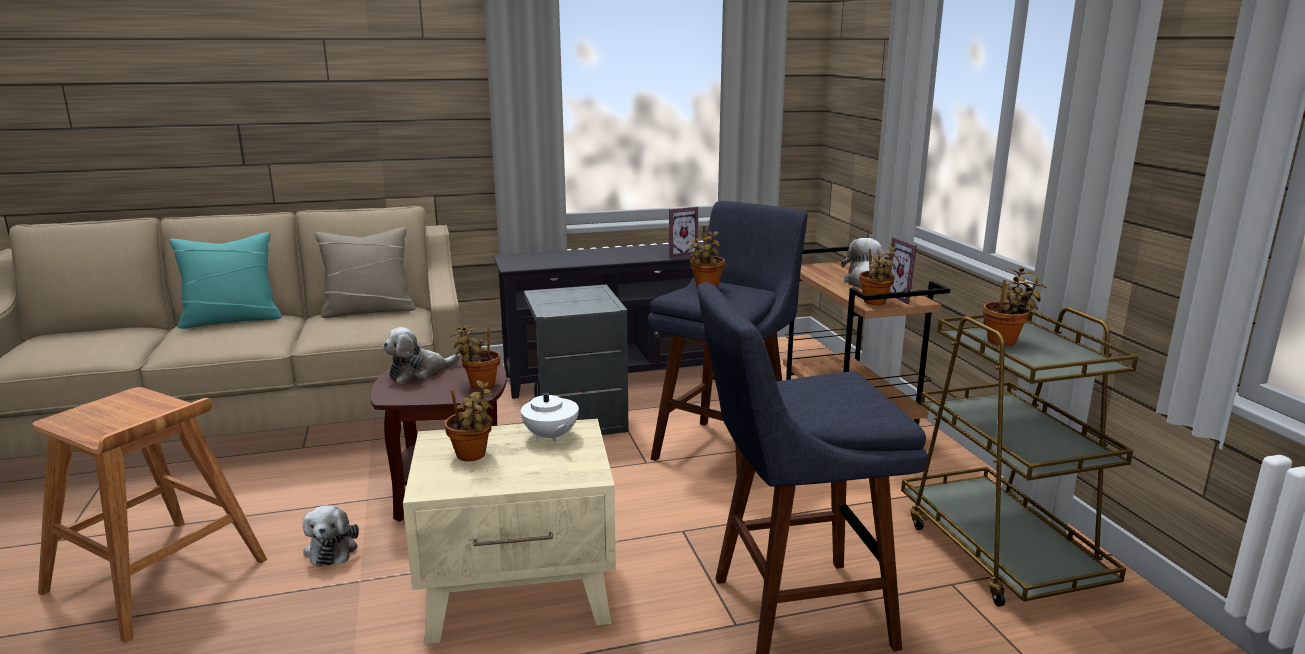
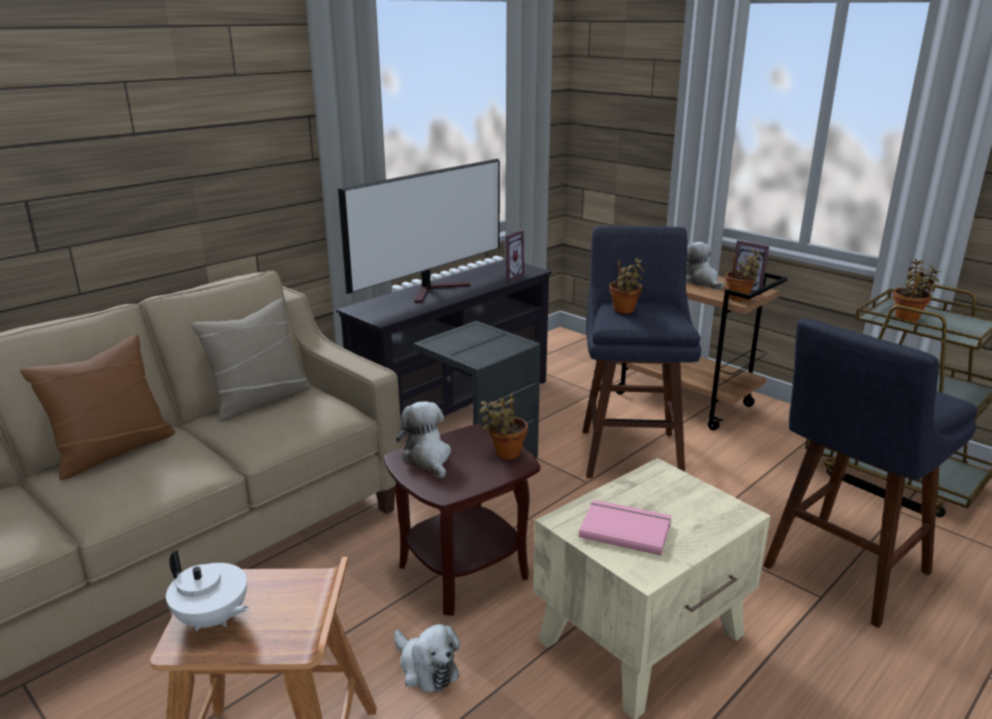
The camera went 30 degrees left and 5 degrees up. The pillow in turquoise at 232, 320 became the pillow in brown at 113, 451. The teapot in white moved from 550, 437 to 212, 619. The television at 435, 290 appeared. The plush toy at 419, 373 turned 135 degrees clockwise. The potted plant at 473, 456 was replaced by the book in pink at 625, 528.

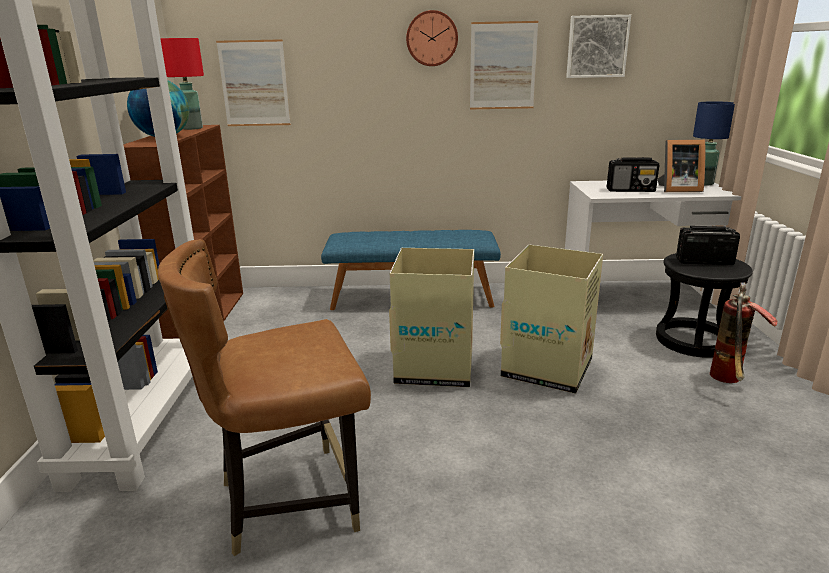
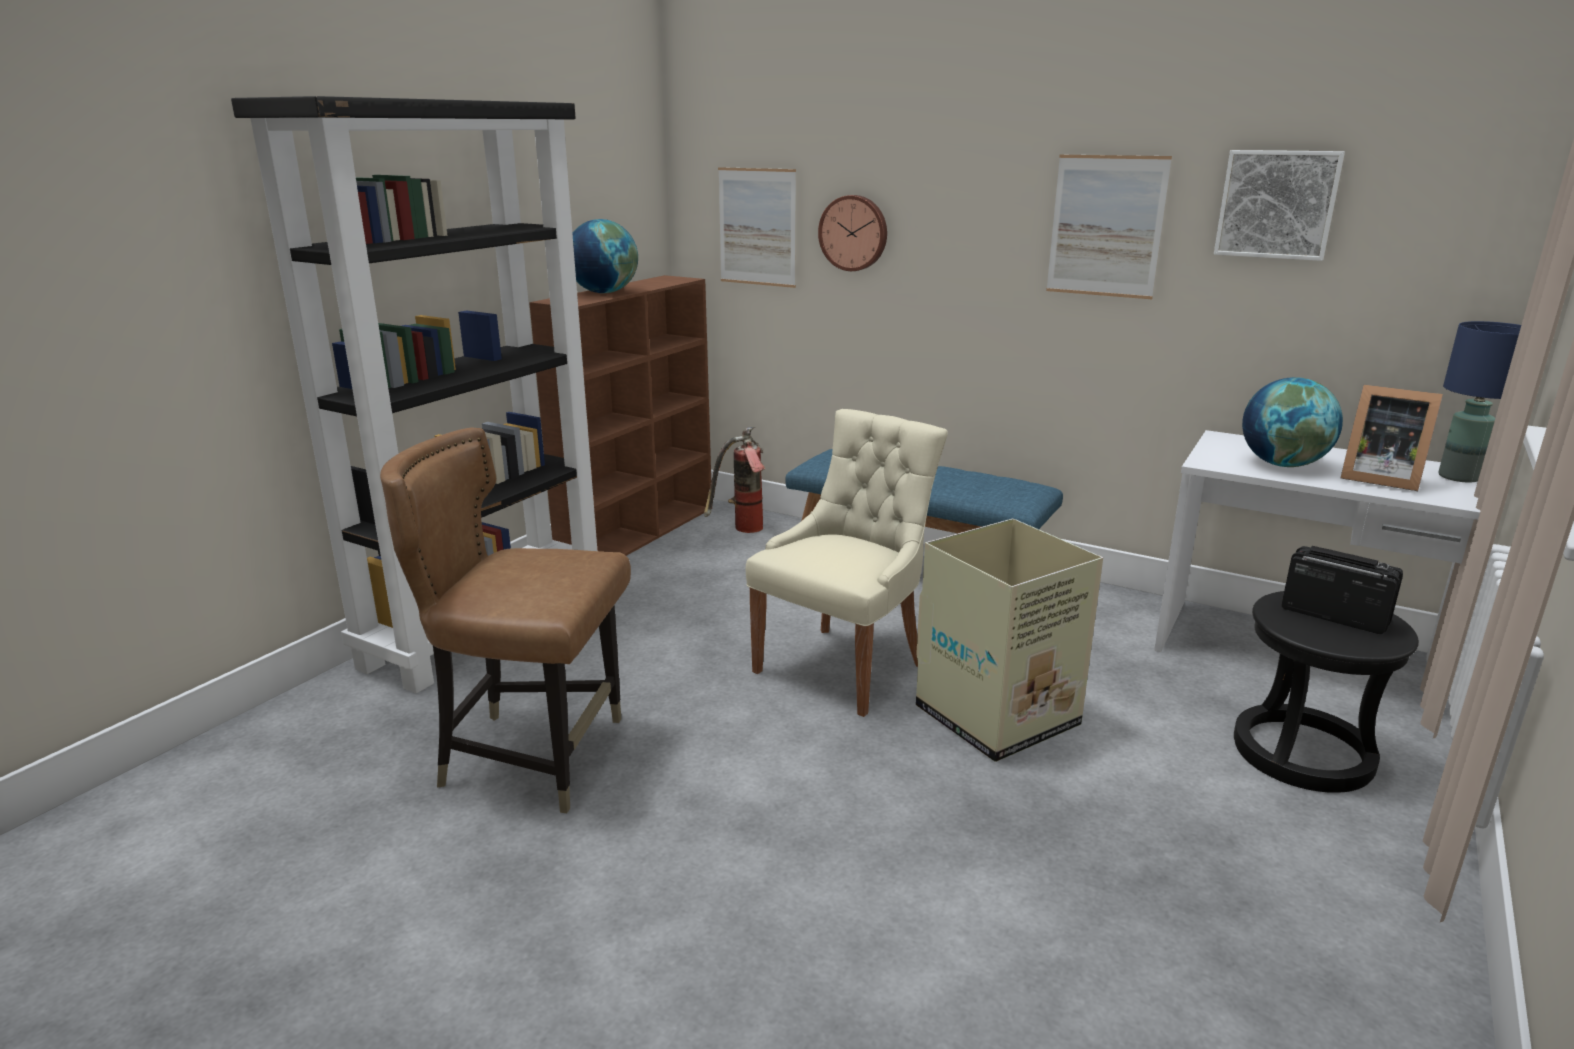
The camera went 30 degrees right and 0 degrees up. The fire extinguisher moved from 729, 382 to 742, 531. The cardboard box at 435, 367 was replaced by the chair in beige at 844, 666. The wall clock moved from 431, 38 to 854, 233. The radio at 631, 190 was replaced by the globe at 1283, 464. The table lamp in red at 193, 128 disappeared.

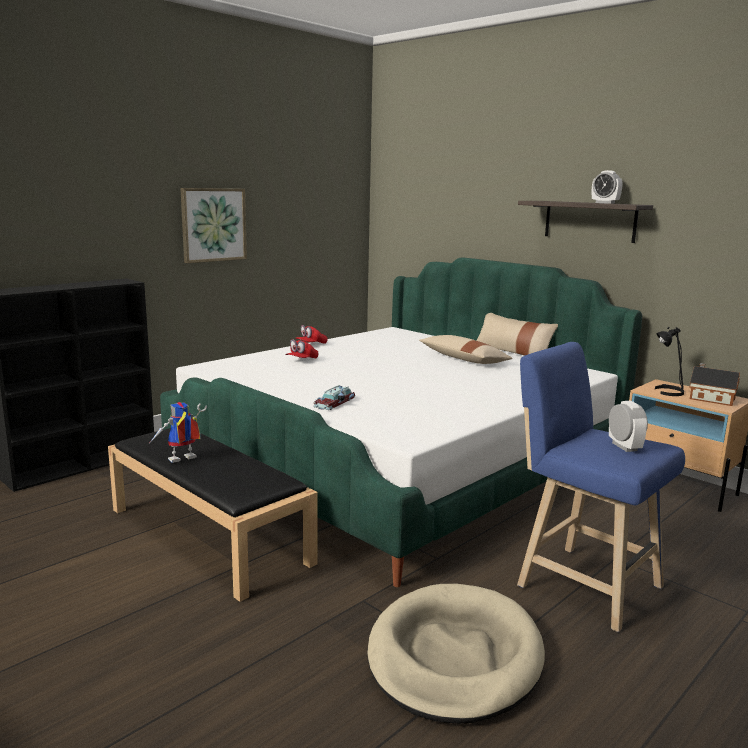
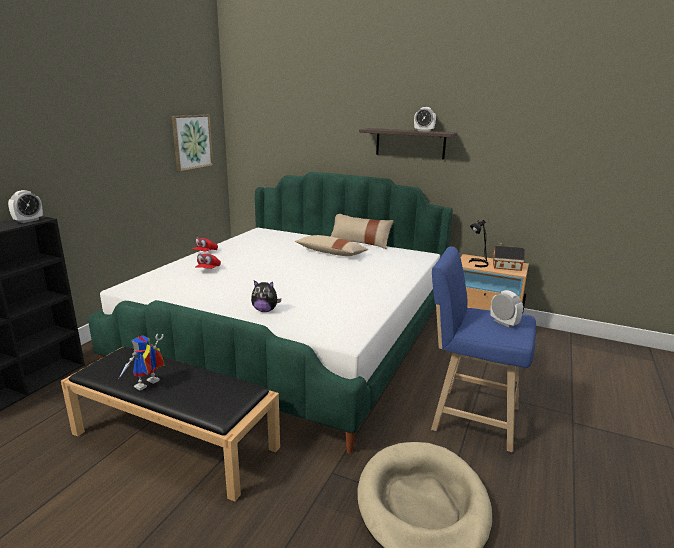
The camera went 20 degrees left and 5 degrees up. The alarm clock at 28, 221 appeared. The picture moved from 213, 225 to 191, 142. The toy car at 336, 403 was replaced by the plush toy at 265, 310.

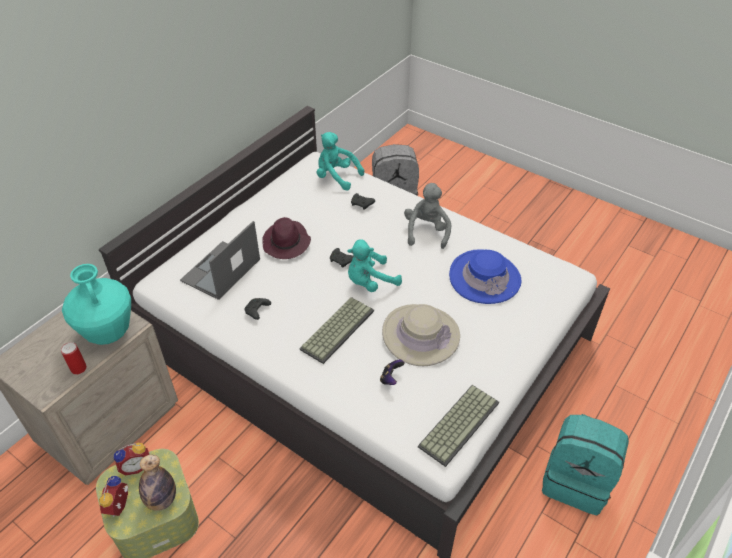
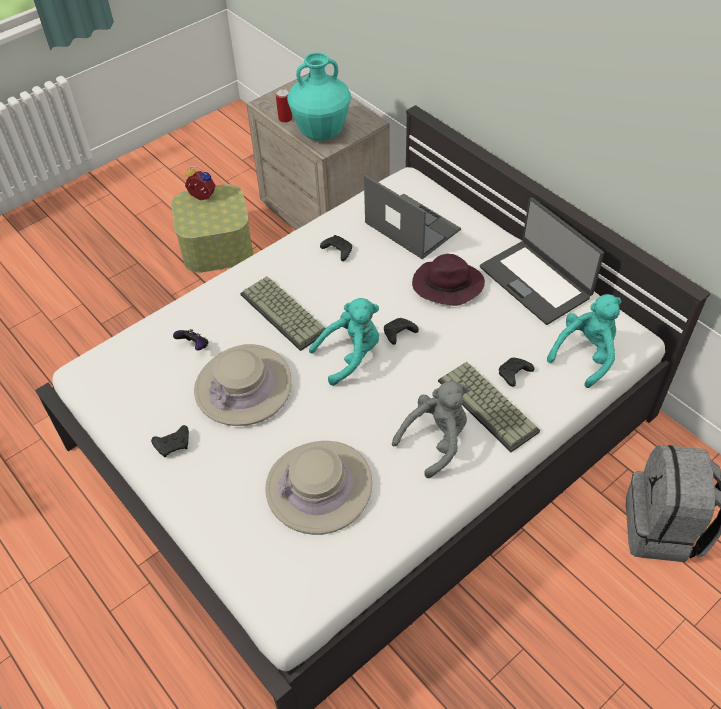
The camera went 105 degrees right and 5 degrees up. The game controller in black at 173, 444 appeared. The hat in blue at 484, 278 became the hat in beige at 319, 487. The plush toy in turquoise at 370, 282 turned 75 degrees clockwise. The plush toy in grey at 426, 231 turned 60 degrees counterclockwise. The keyboard moved from 458, 423 to 489, 406. The laptop at 536, 281 appeared. The alarm clock at 136, 466 disappeared. The bottle at 161, 500 disappeared. The backpack in turquoise at 576, 481 disappeared.

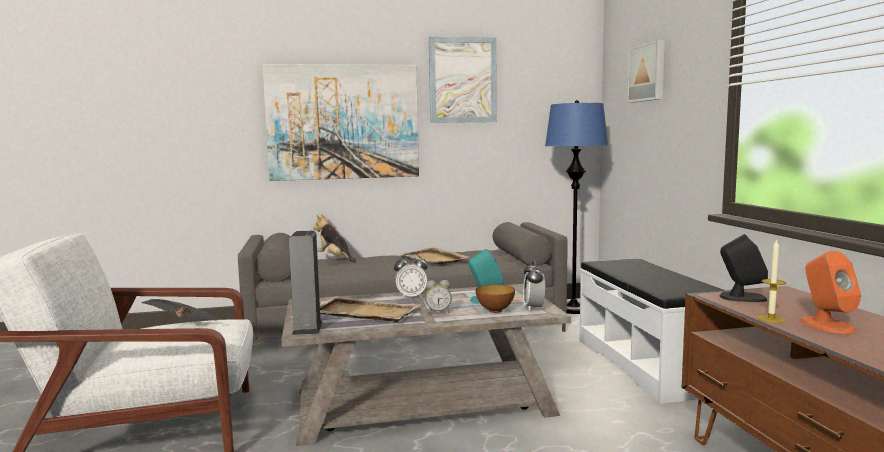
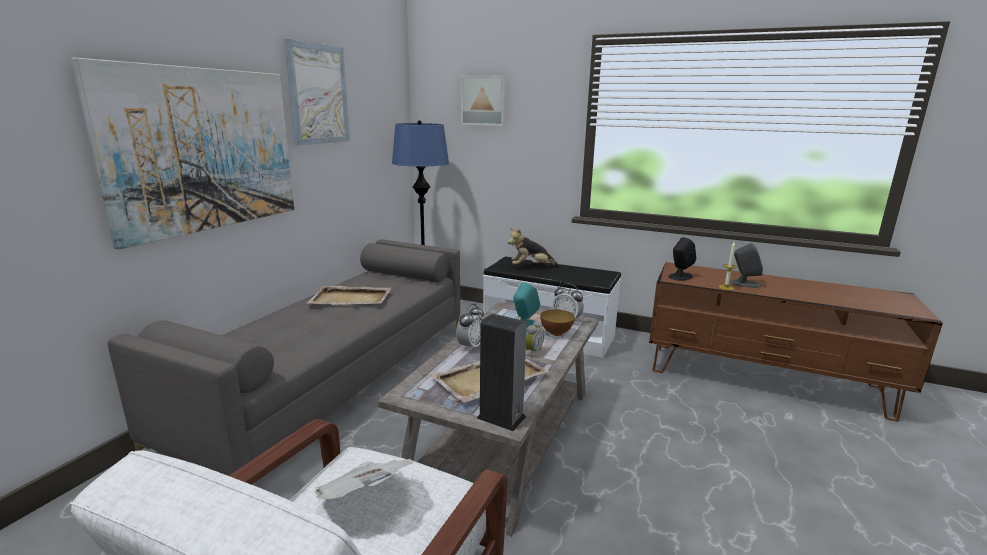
The camera went 55 degrees left and 10 degrees up. The plush toy moved from 335, 259 to 531, 267. The speaker in orange at 826, 325 became the speaker in grey at 745, 284.

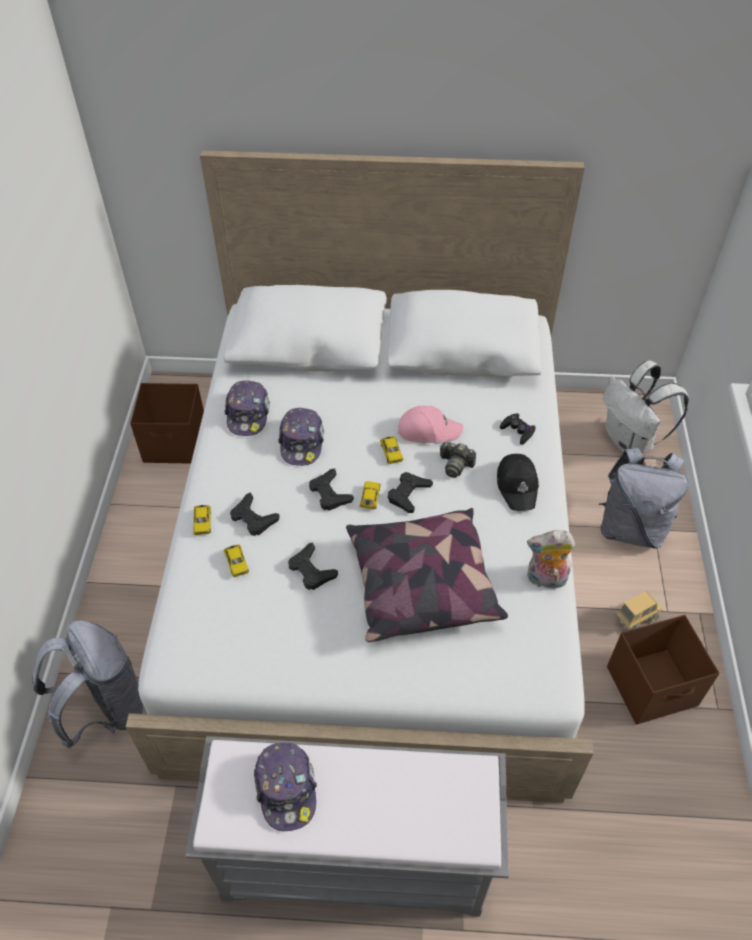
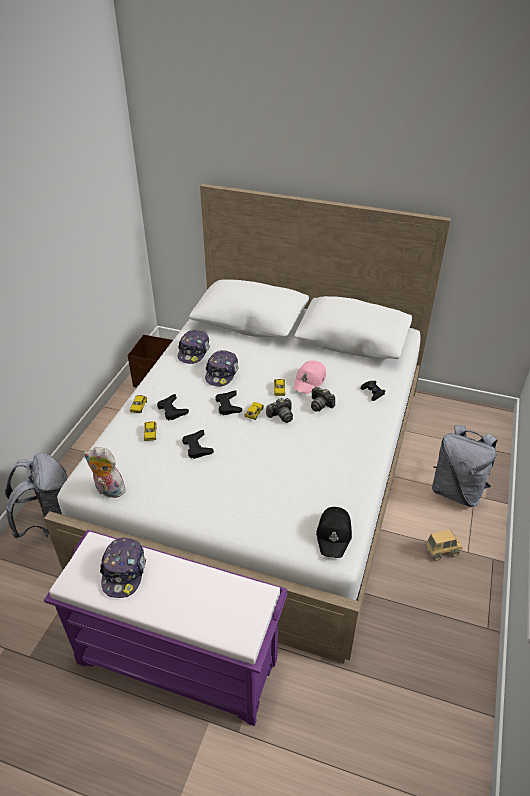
The camera went 15 degrees right and 10 degrees down. The bench in grey at 356, 857 became the bench in purple at 179, 660. The plush toy moved from 545, 580 to 108, 491. The game controller in black at 408, 494 was replaced by the photo camera at 281, 416. The cap in pink at 428, 430 turned 105 degrees clockwise. The cap in black moved from 517, 485 to 334, 535. The pillow at 421, 584 disappeared. The backpack in white at 630, 441 disappeared. The storage box in brown at 653, 687 disappeared.

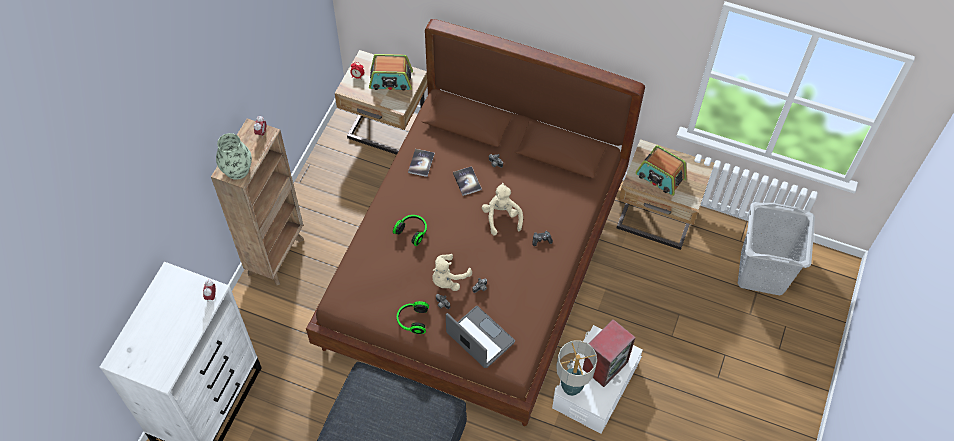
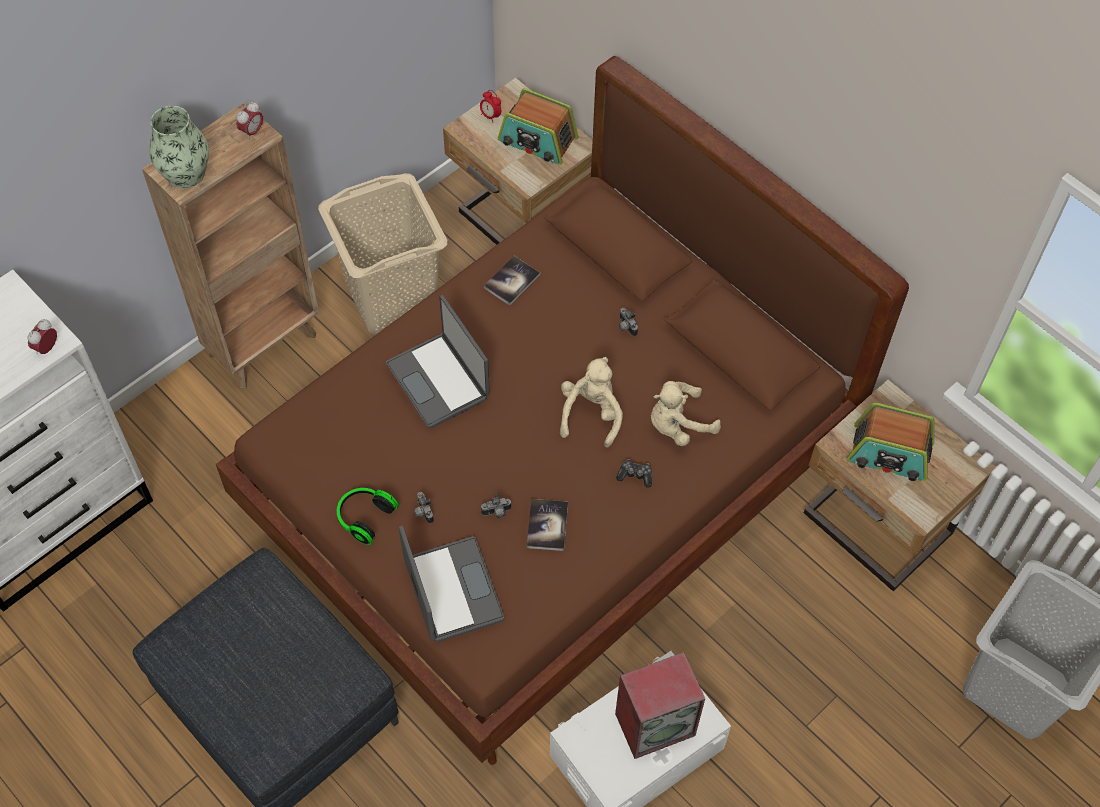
The camera went 25 degrees right and 0 degrees up. The laundry basket in beige at 392, 297 appeared. The headphones at 412, 231 was replaced by the laptop at 439, 380. The book moved from 467, 181 to 547, 525. The plush toy in beige moved from 448, 279 to 678, 425. The radio at 660, 177 turned 45 degrees counterclockwise. The table lamp at 571, 387 disappeared.

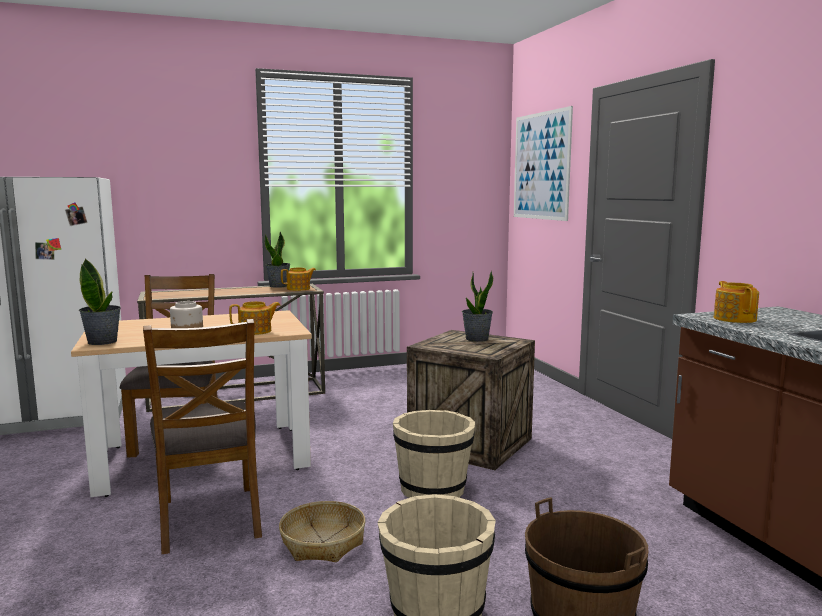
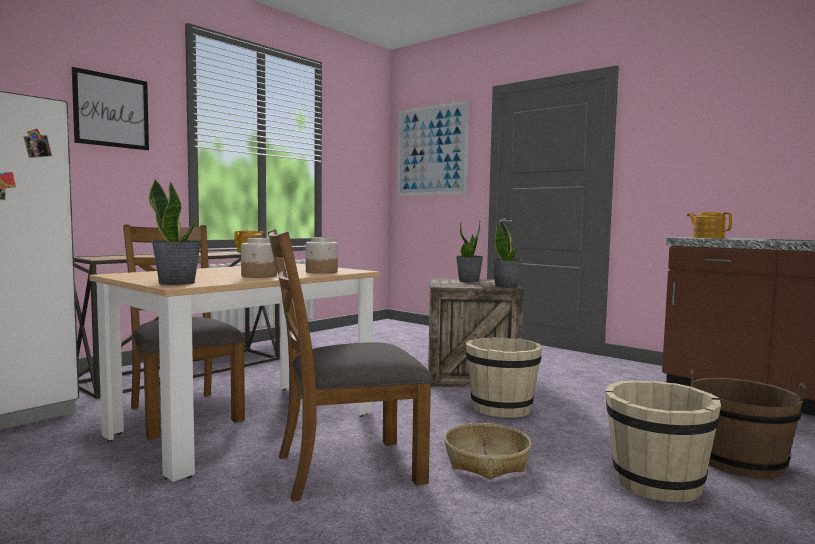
The camera went 30 degrees left and 5 degrees down. The picture at 111, 111 appeared. The chair in brown at 210, 517 turned 120 degrees clockwise. The teapot at 256, 331 was replaced by the jar at 321, 272. The potted plant moved from 278, 286 to 506, 286.

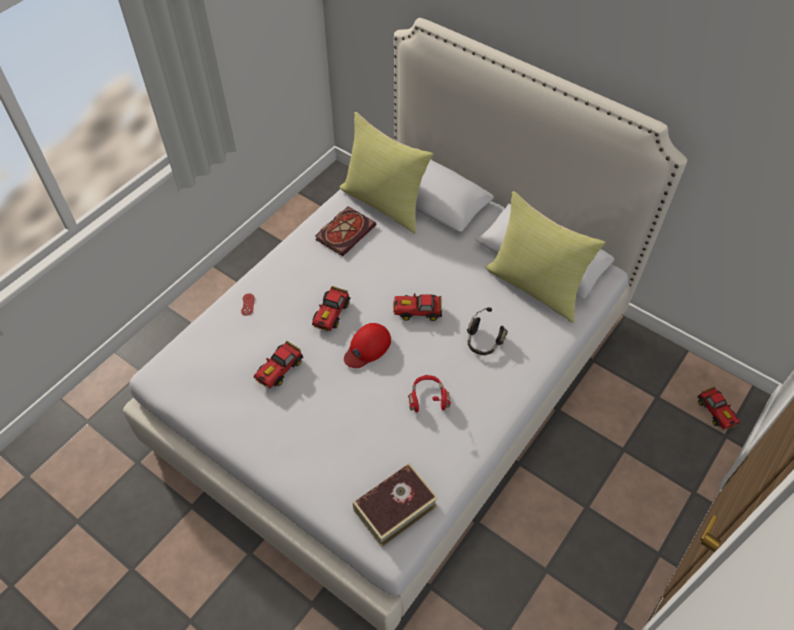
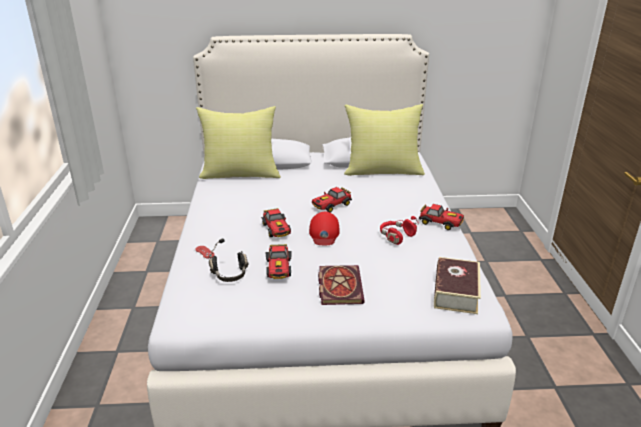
The camera went 40 degrees left and 25 degrees down. The headphones in black moved from 483, 342 to 230, 274. The book moved from 345, 231 to 339, 286. The toy car moved from 716, 412 to 441, 223.

